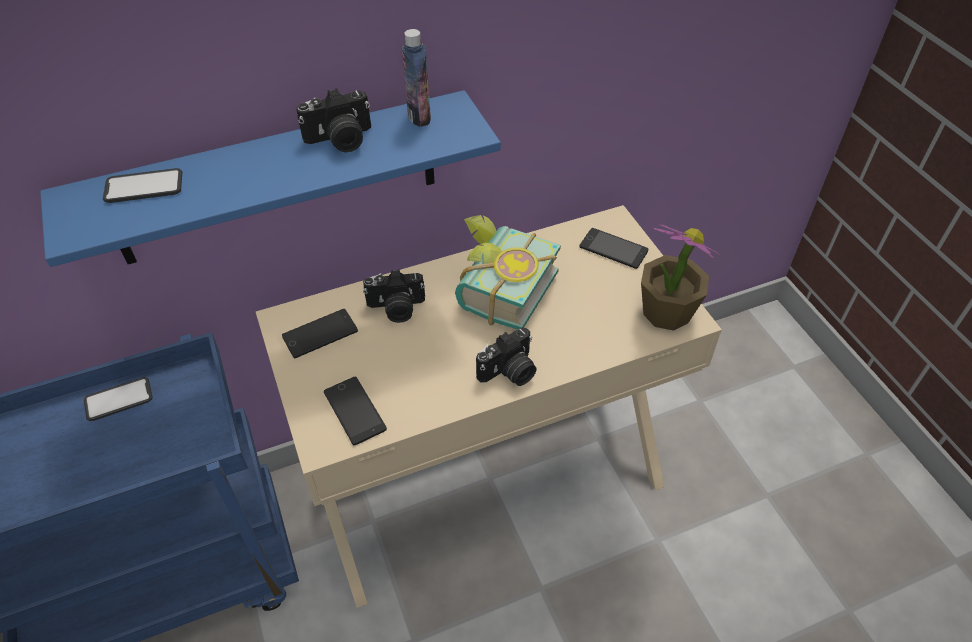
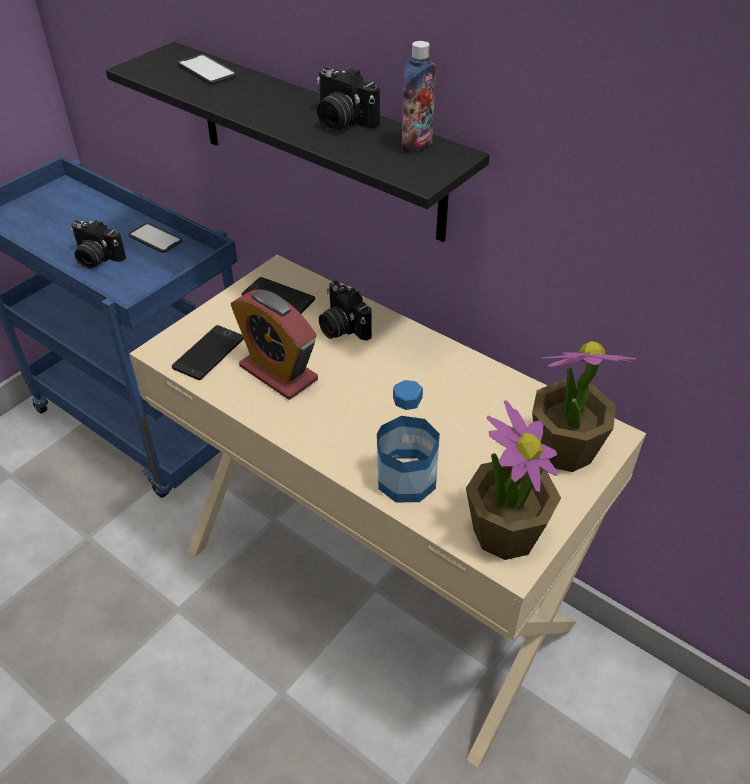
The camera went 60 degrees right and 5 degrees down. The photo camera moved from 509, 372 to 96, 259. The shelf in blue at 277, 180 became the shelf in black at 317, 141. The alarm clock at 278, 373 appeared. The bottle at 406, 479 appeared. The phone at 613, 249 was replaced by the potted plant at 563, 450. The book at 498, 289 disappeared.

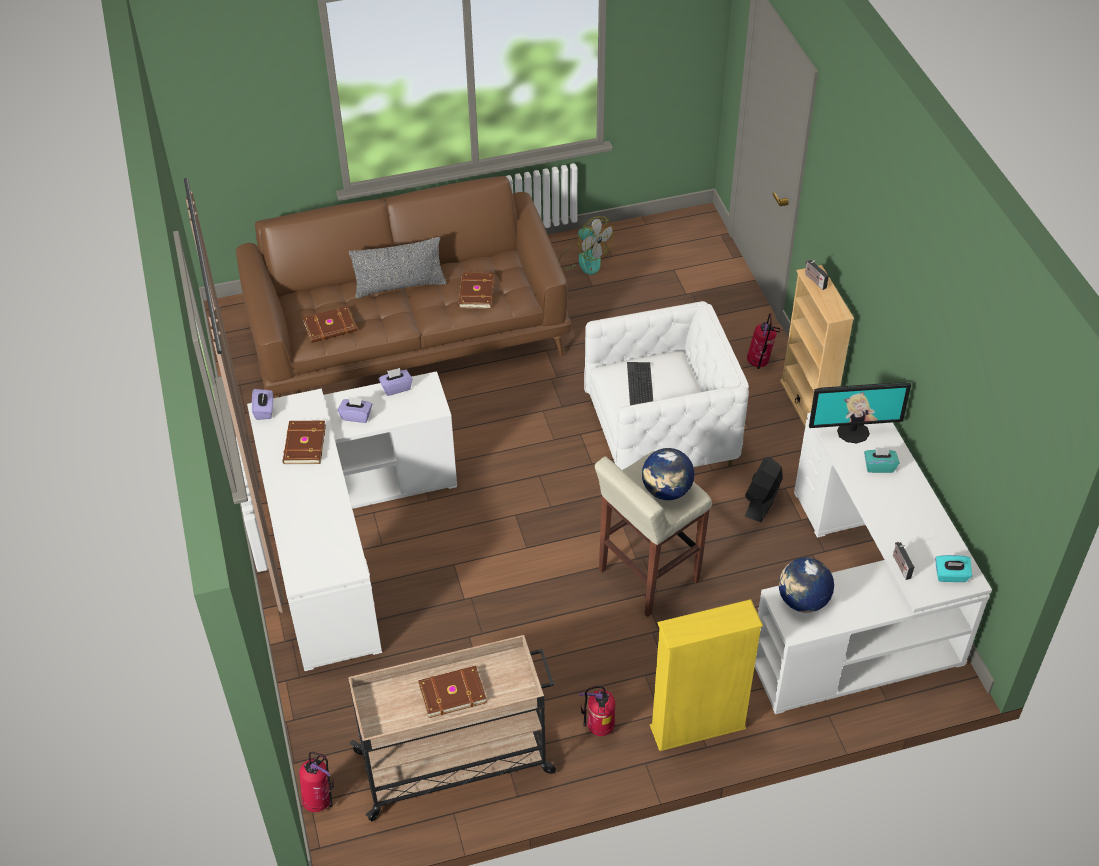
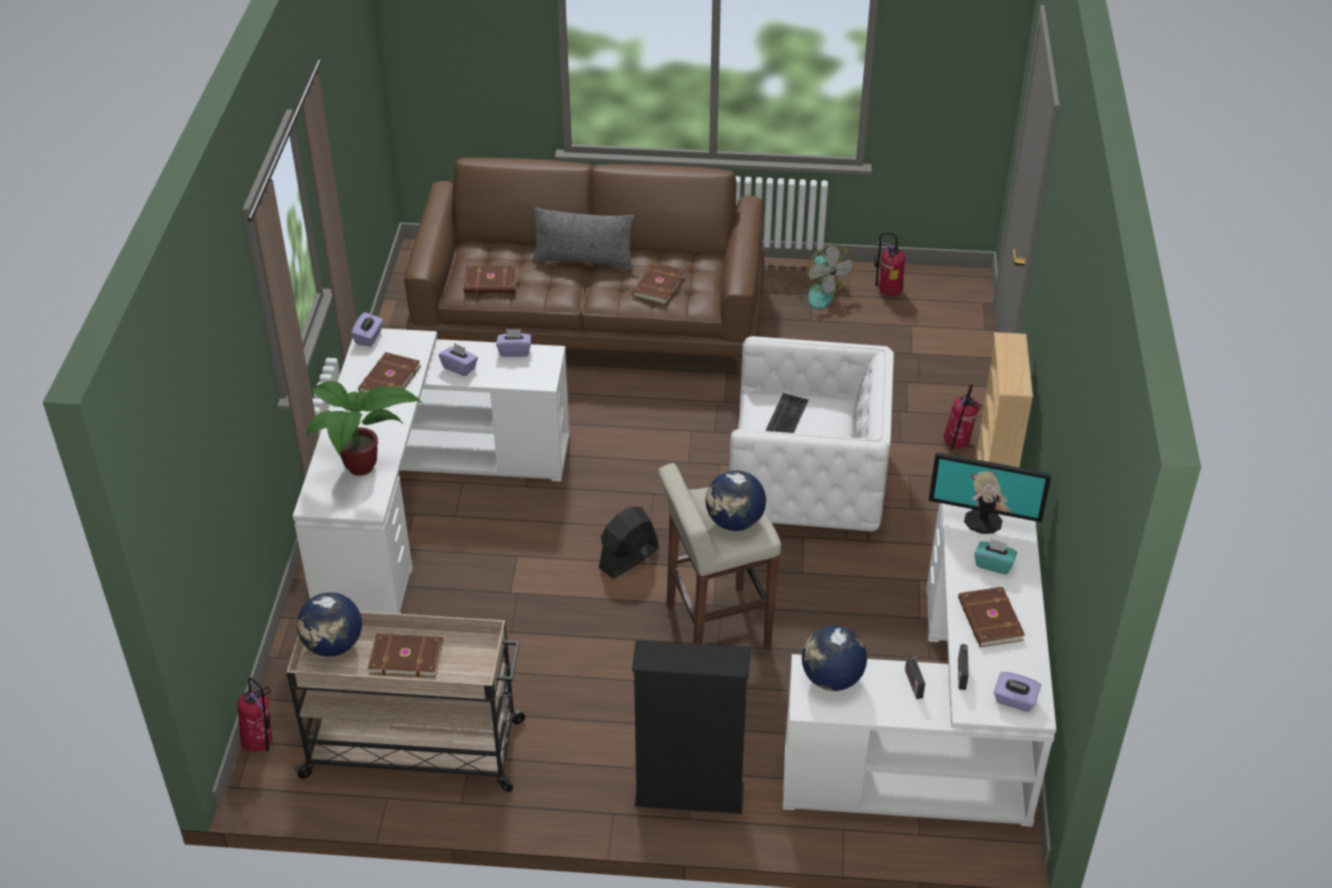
The camera went 20 degrees right and 5 degrees down. The globe at 333, 645 appeared. The potted plant at 361, 470 appeared. The fan in black moved from 762, 501 to 628, 558. The bookcase in yellow at 697, 727 became the bookcase in black at 689, 796. The fire extinguisher moved from 599, 729 to 888, 292. The radio moved from 814, 280 to 912, 682. The book in brown at 989, 620 appeared. The tissue box in turquoise at 951, 576 became the tissue box in purple at 1014, 700.

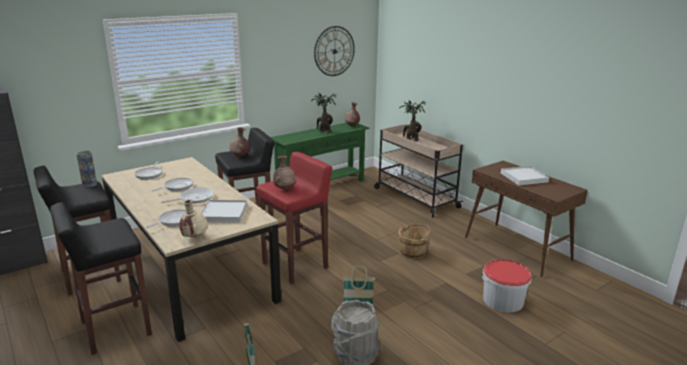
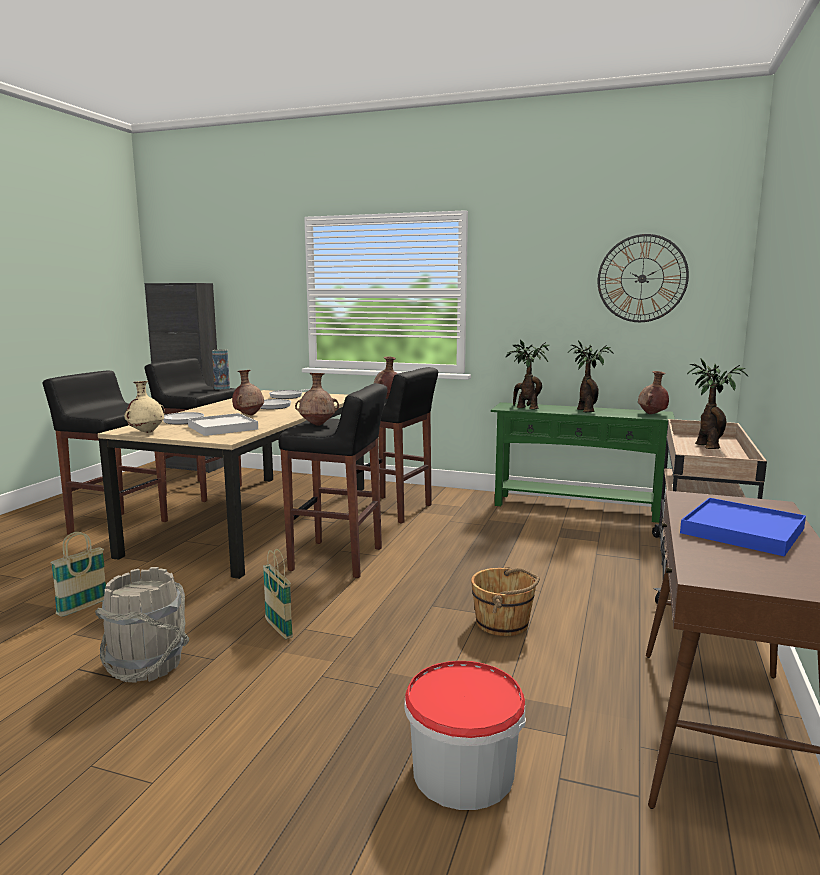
The camera went 55 degrees right and 10 degrees down. The frying pan at 194, 198 was replaced by the vase in brown at 249, 415. The stool in red at 296, 265 became the stool in black at 338, 559. The potted plant at 525, 408 appeared. The tray in white at 524, 177 became the tray in blue at 742, 531.

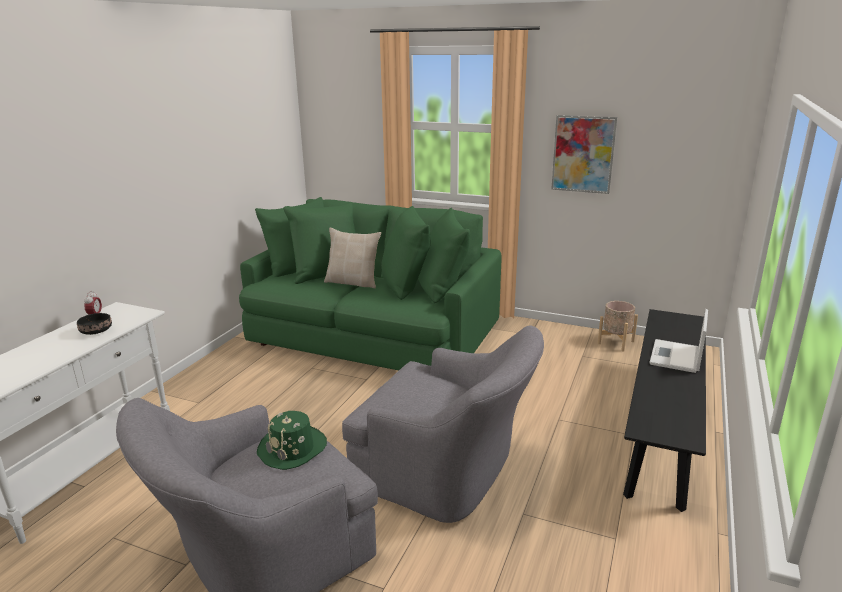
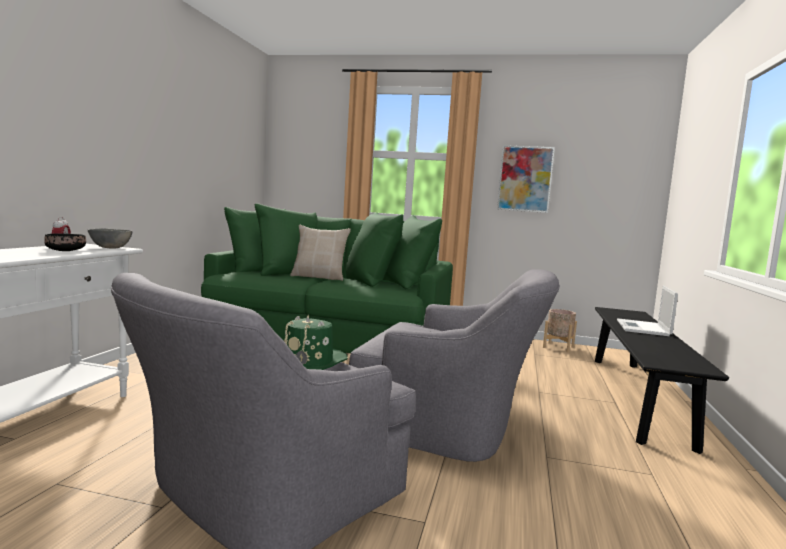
The camera went 10 degrees left and 15 degrees down. The bowl in grey at 110, 248 appeared.

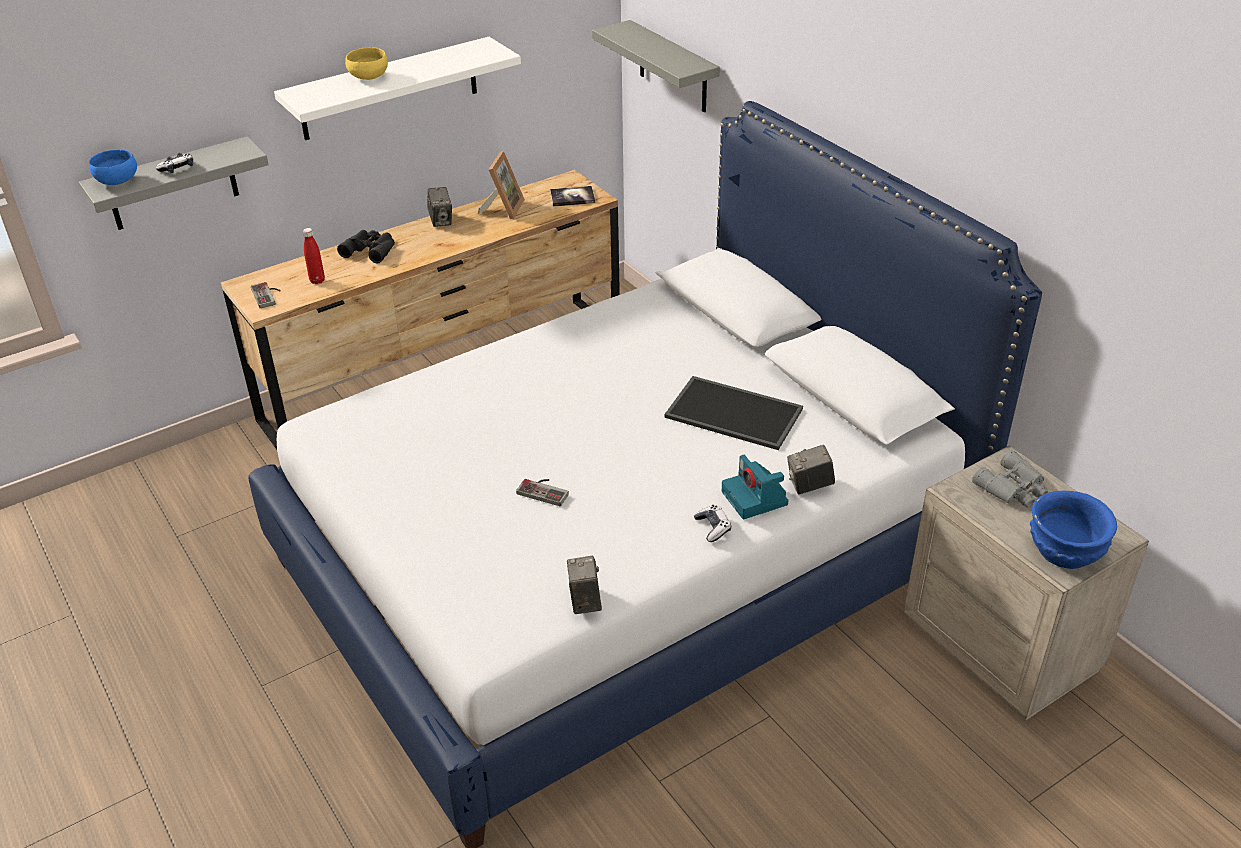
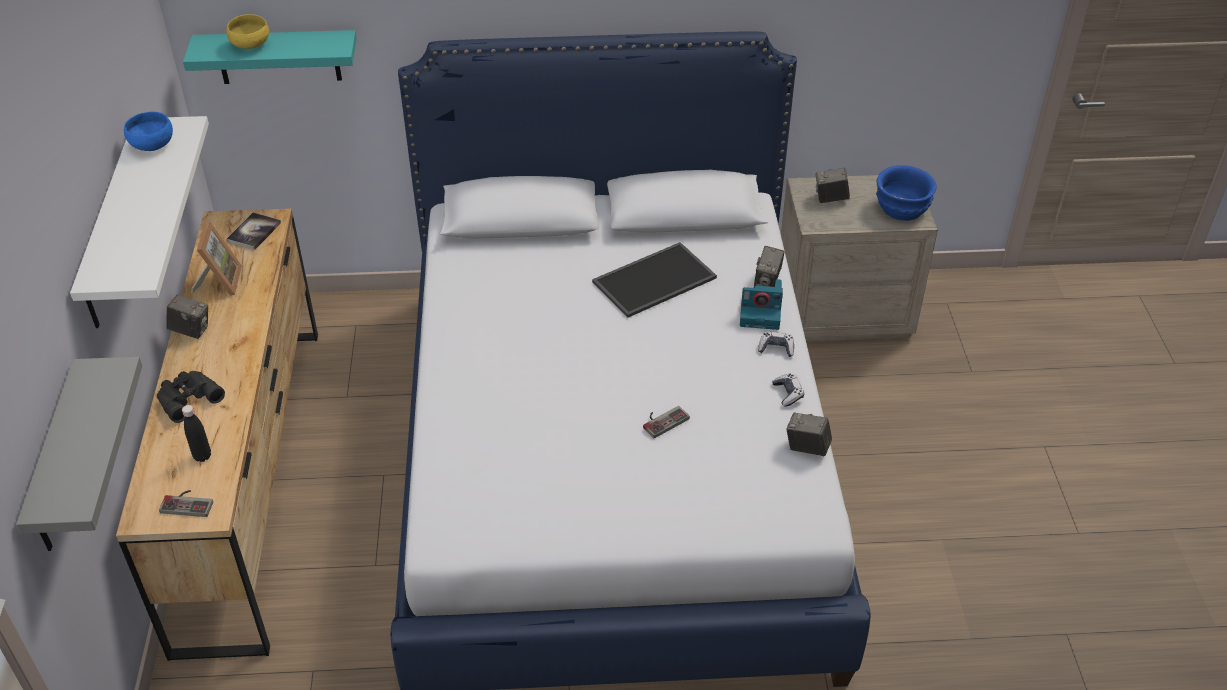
The camera went 60 degrees left and 5 degrees up. The bowl in blue moved from 117, 181 to 151, 145. The bottle in red at 317, 281 became the bottle in black at 202, 456. The shelf in grey at 673, 67 became the shelf in turquoise at 278, 57. The picture frame at 503, 208 turned 45 degrees clockwise. The bowl in yellow moved from 368, 77 to 251, 45. The game controller moved from 177, 168 to 788, 393. The binoculars in grey at 1013, 488 was replaced by the photo camera at 830, 198.

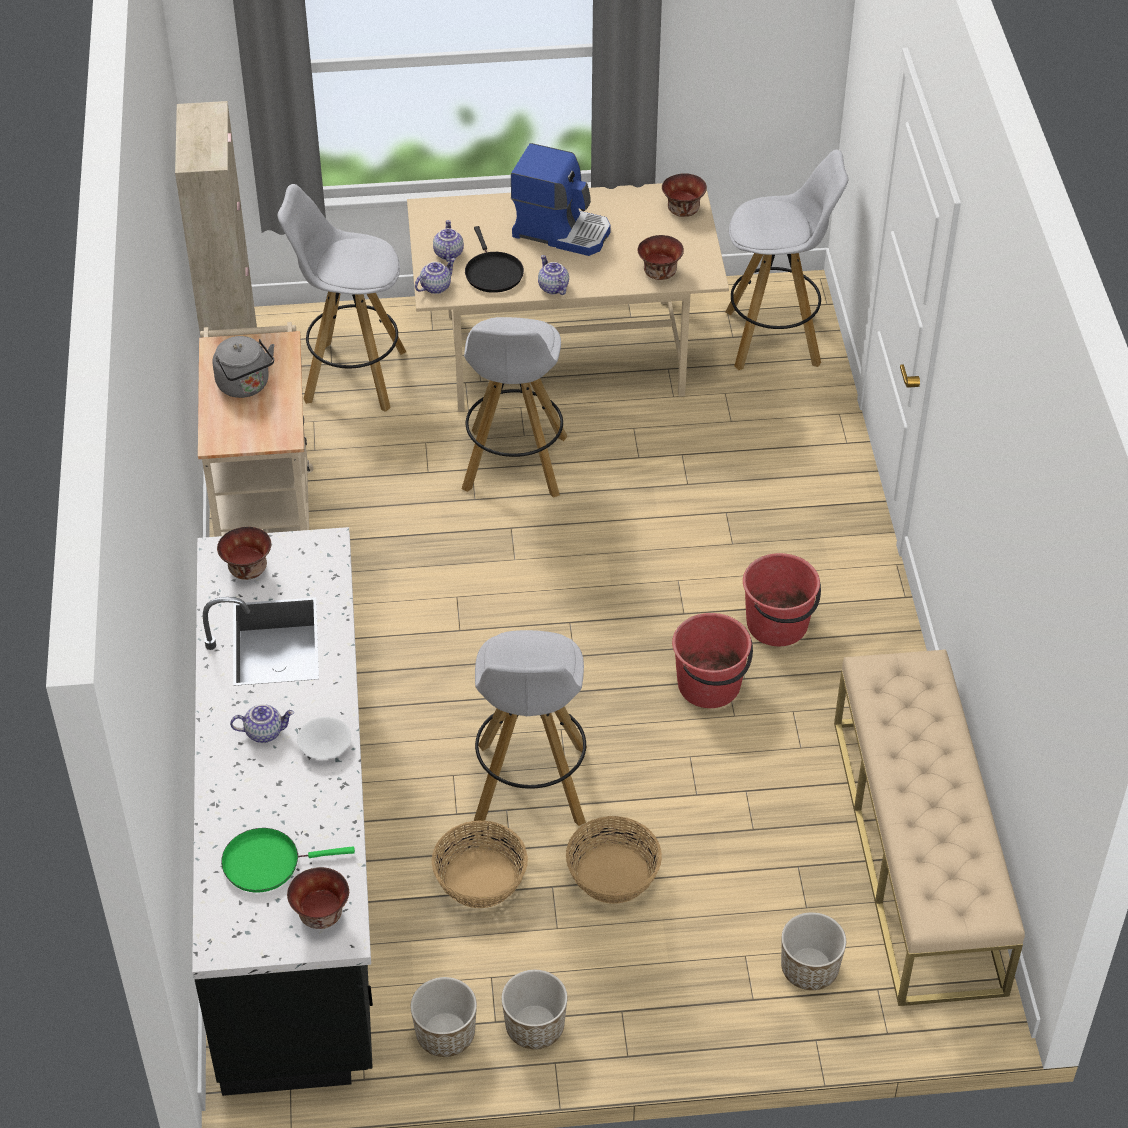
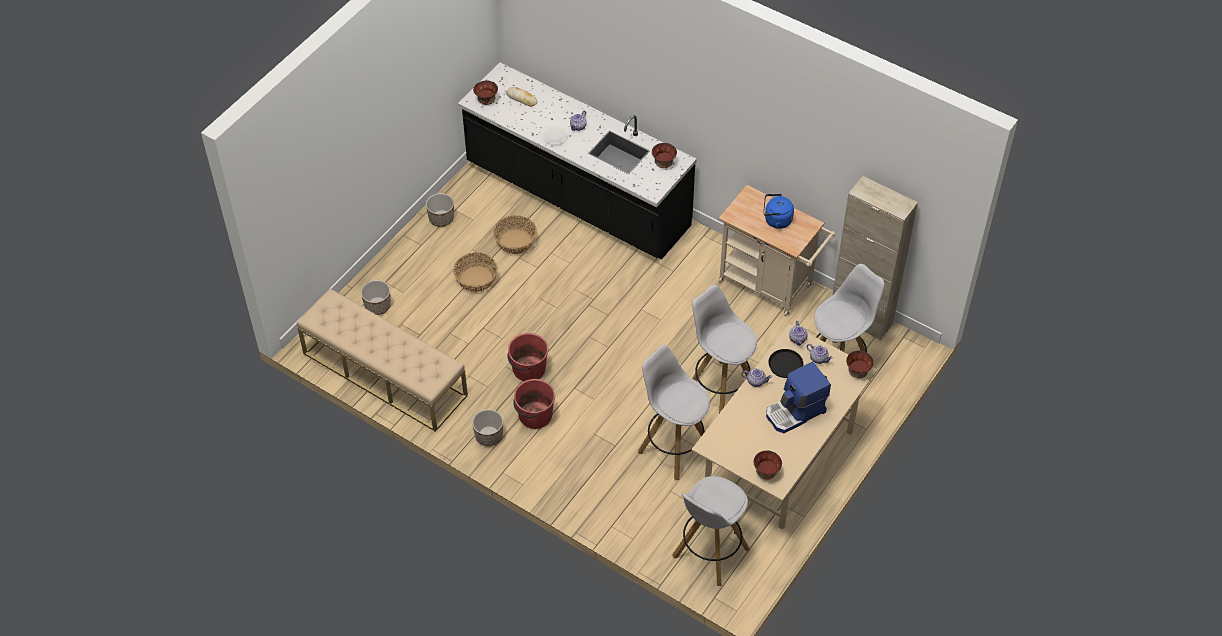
The camera went 130 degrees right and 5 degrees up. The planter moved from 445, 1034 to 489, 436. The frying pan in green at 267, 863 was replaced by the bread at 521, 99. The stool in white moved from 531, 787 to 673, 448. The kettle in grey at 245, 386 became the kettle in blue at 776, 220. The bowl moved from 660, 273 to 857, 372.

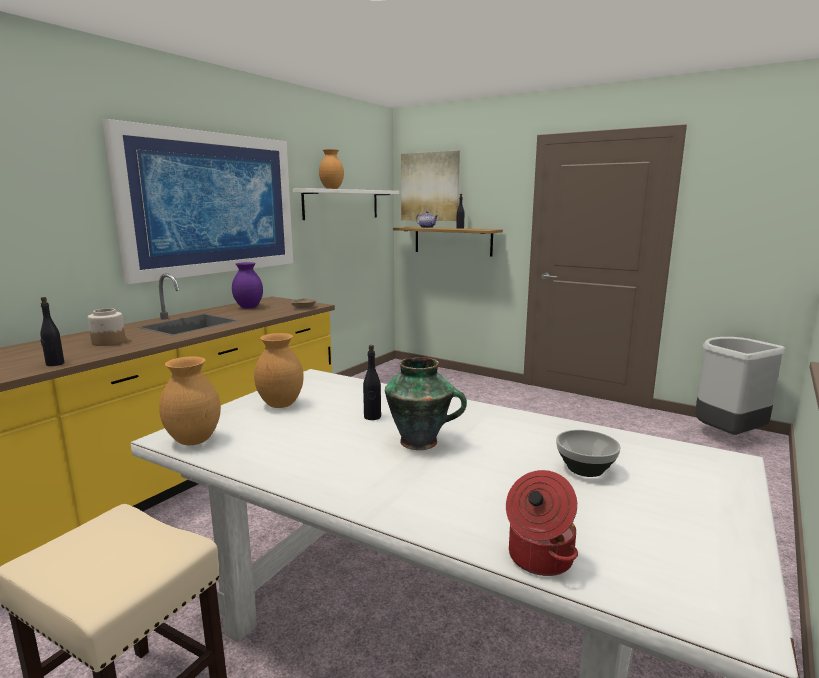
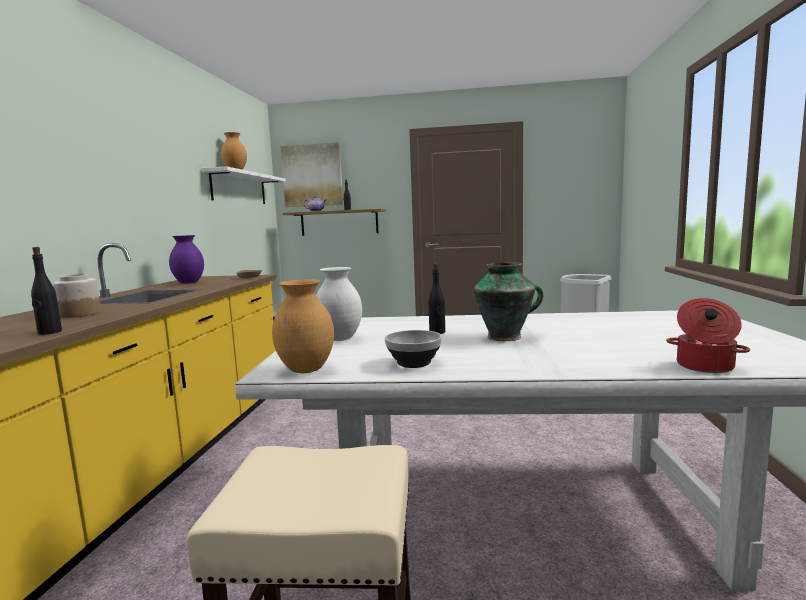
The camera went 25 degrees left and 5 degrees down. The vase in brown at 281, 404 became the vase in white at 339, 338. The bowl moved from 584, 468 to 413, 363. The picture at 212, 204 disappeared.

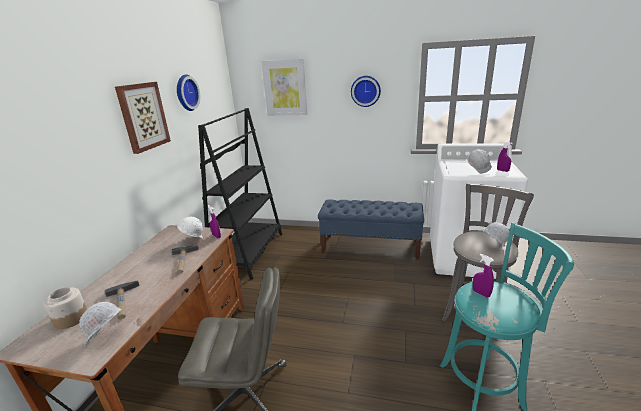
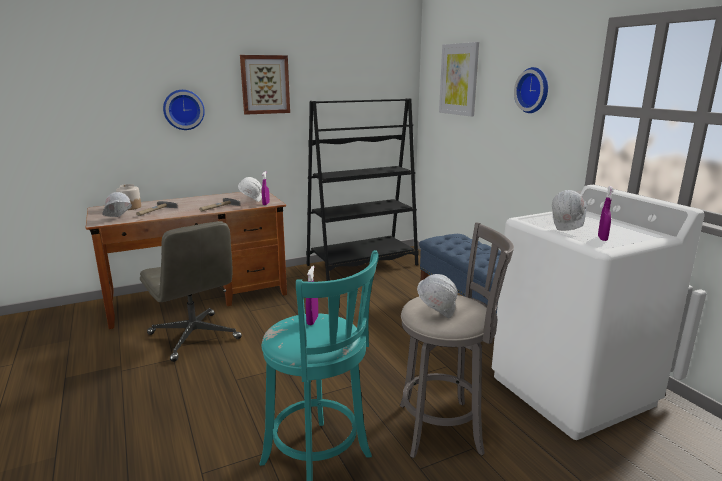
The camera went 50 degrees right and 5 degrees down. The wall clock moved from 185, 93 to 183, 109.

